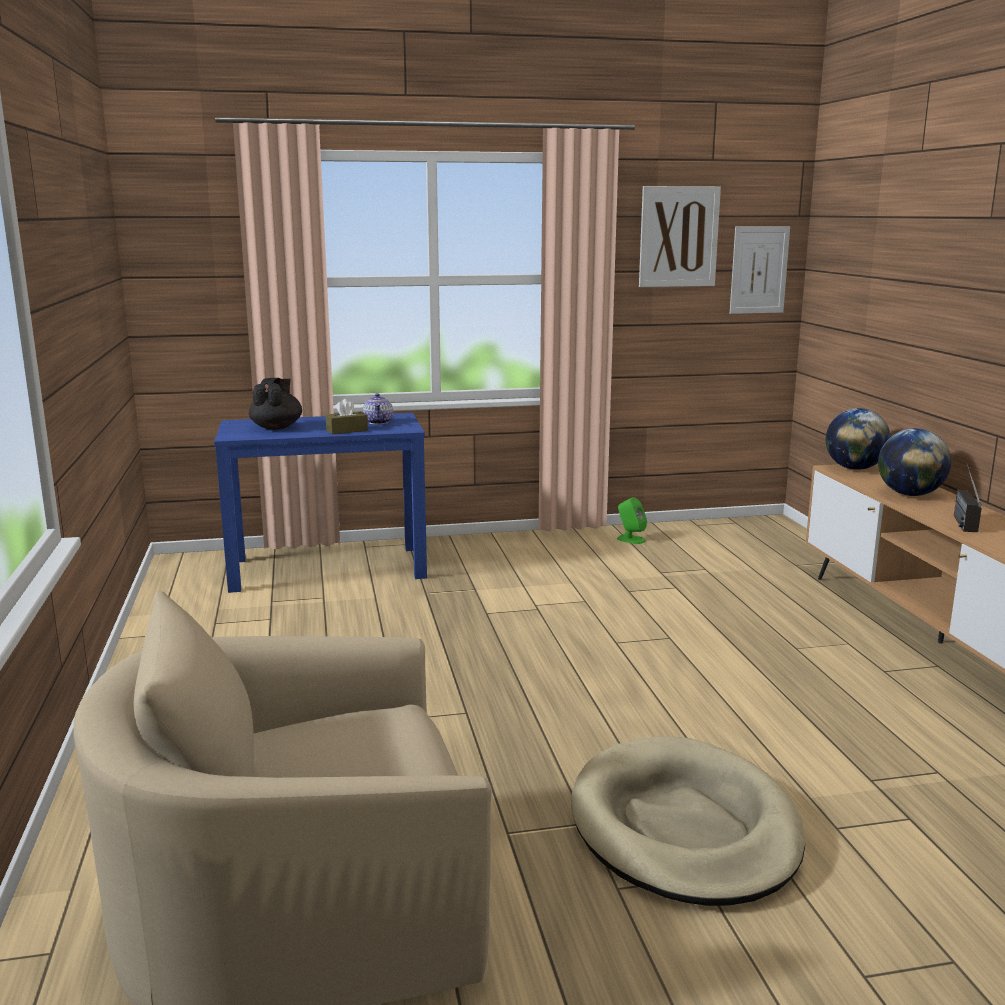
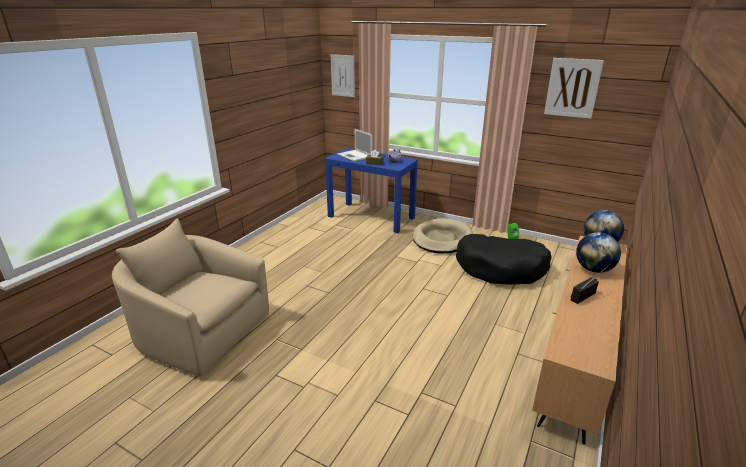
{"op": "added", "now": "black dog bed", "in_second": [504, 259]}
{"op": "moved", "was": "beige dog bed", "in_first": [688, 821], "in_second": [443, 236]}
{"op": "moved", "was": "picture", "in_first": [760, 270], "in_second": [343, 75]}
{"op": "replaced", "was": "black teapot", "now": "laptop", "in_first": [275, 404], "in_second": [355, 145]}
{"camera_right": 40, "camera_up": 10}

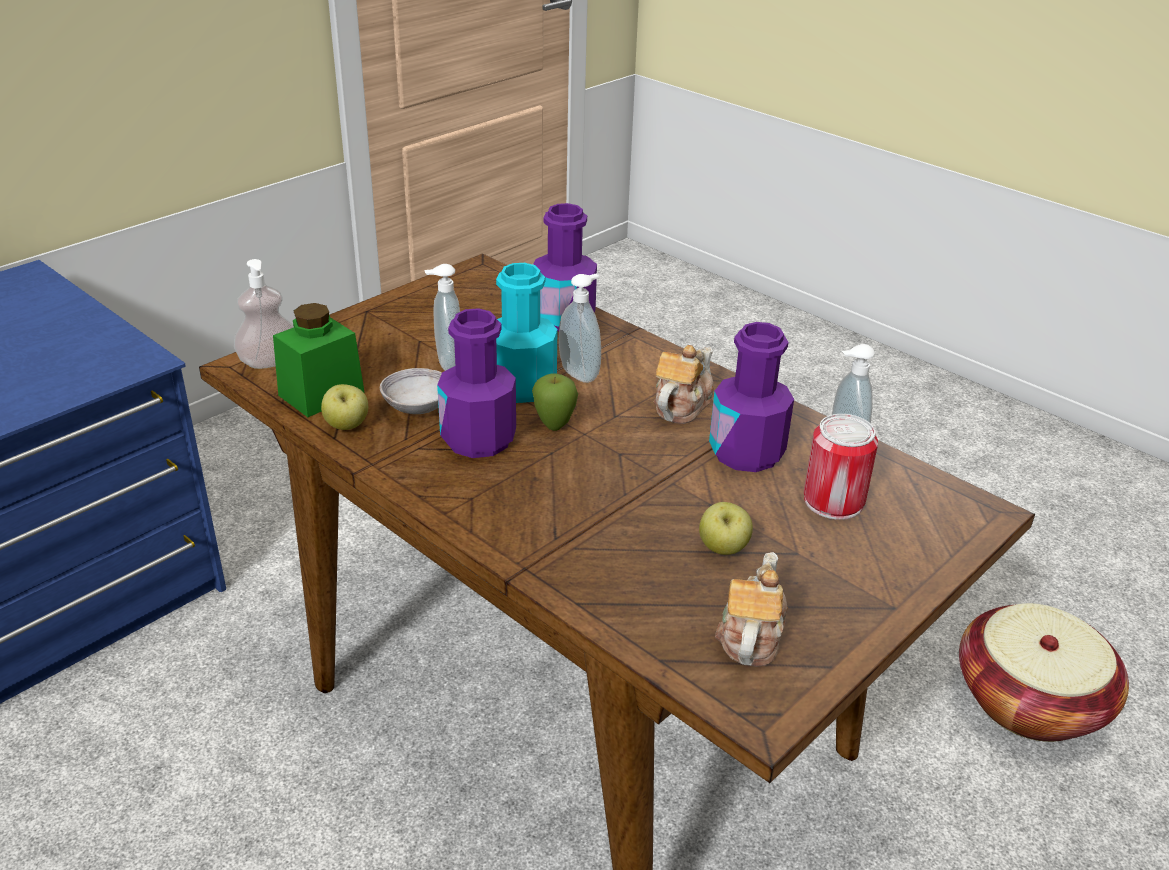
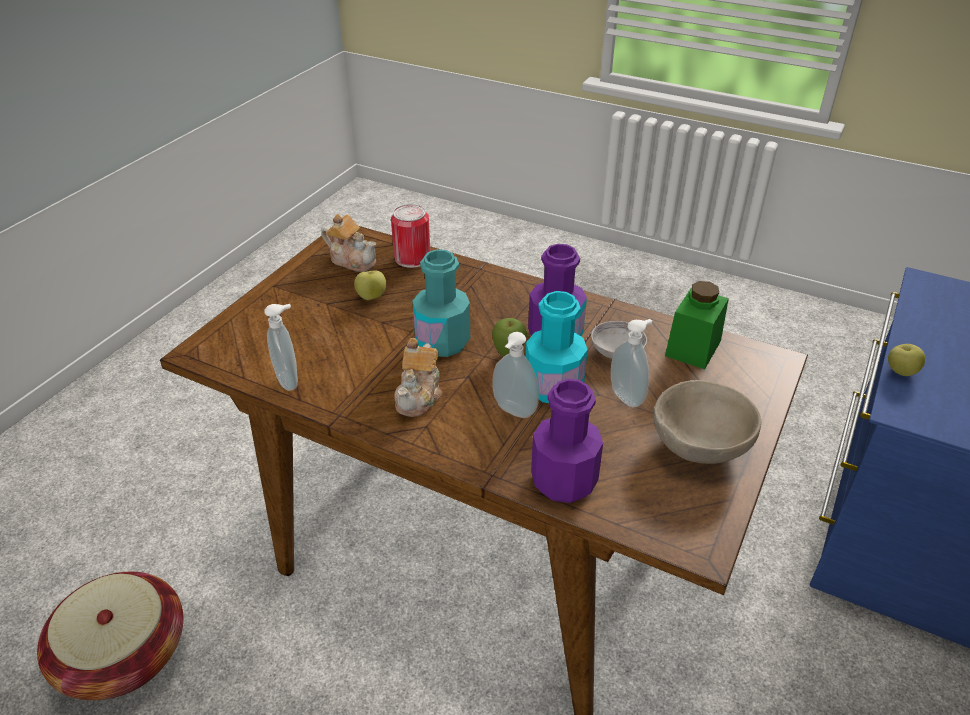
{"op": "removed", "was": "soap dispenser", "in_first": [264, 314]}
{"op": "removed", "was": "purple bottle", "in_first": [751, 397]}
{"op": "added", "now": "turquoise bottle", "in_second": [441, 303]}
{"op": "added", "now": "beige bowl", "in_second": [707, 422]}
{"op": "moved", "was": "apple", "in_first": [344, 407], "in_second": [906, 360]}
{"op": "moved", "was": "can", "in_first": [841, 467], "in_second": [410, 236]}
{"op": "turned", "was": "teapot", "in_first": [751, 609], "in_second": [348, 243], "clockwise": -60}
{"camera_right": 165, "camera_up": 5}

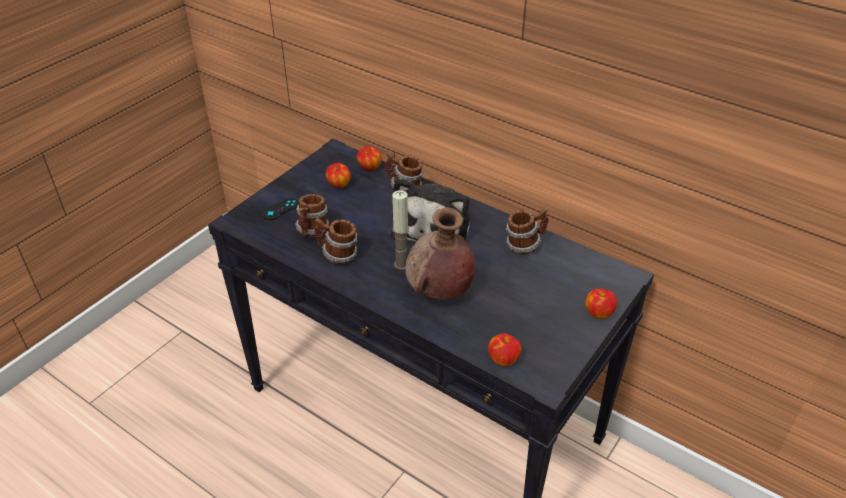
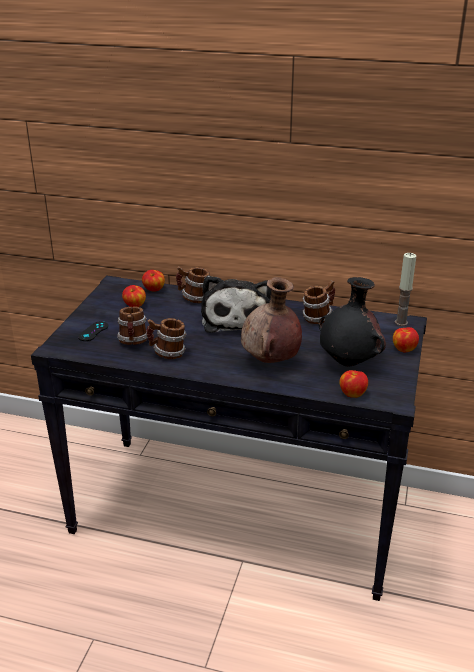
{"op": "added", "now": "black vase", "in_second": [352, 322]}
{"op": "moved", "was": "candle", "in_first": [400, 230], "in_second": [405, 289]}
{"camera_right": -20, "camera_up": -10}

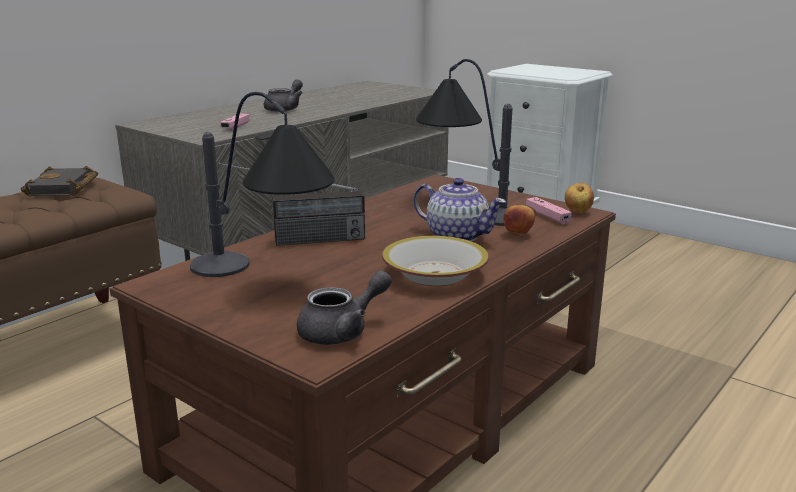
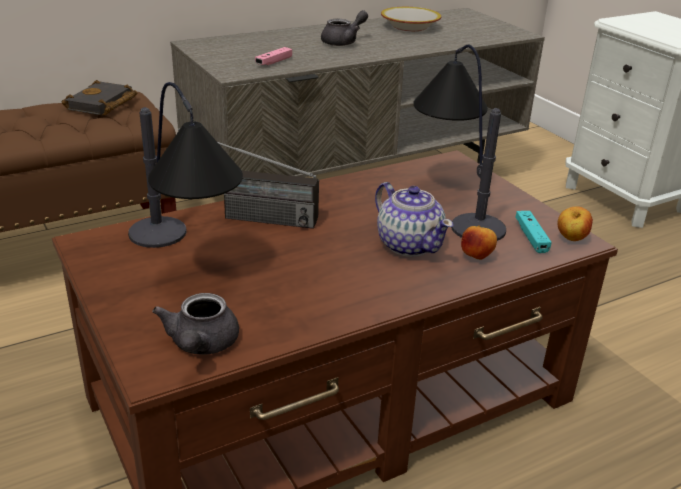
{"op": "moved", "was": "bowl", "in_first": [435, 261], "in_second": [411, 19]}
{"op": "recoloured", "was": "pink game controller", "now": "turquoise game controller", "in_first": [549, 210], "in_second": [534, 232]}
{"op": "turned", "was": "grey teapot", "in_first": [344, 307], "in_second": [195, 324], "clockwise": 105}
{"camera_right": 20, "camera_up": 10}

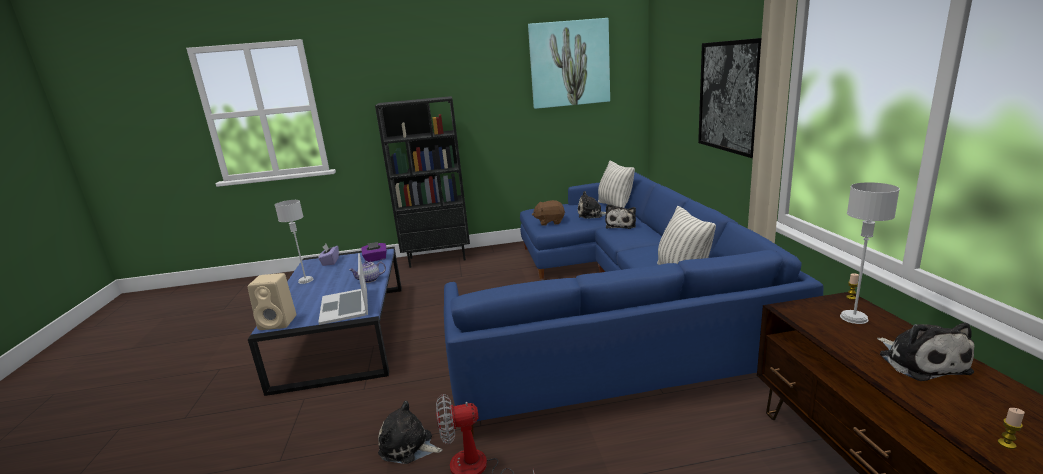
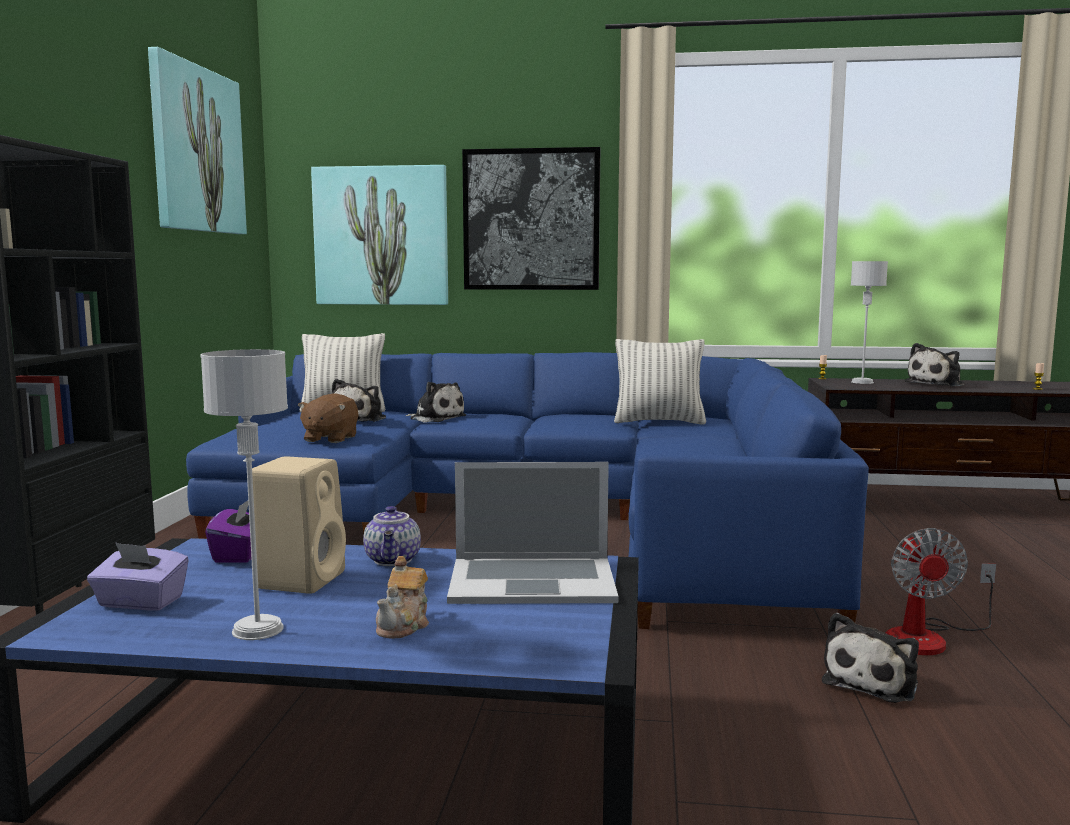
{"op": "added", "now": "picture", "in_second": [379, 235]}
{"op": "added", "now": "teapot", "in_second": [402, 597]}
{"op": "moved", "was": "beige speaker", "in_first": [272, 301], "in_second": [299, 525]}
{"op": "turned", "was": "plush toy", "in_first": [925, 352], "in_second": [935, 365], "clockwise": 135}
{"camera_right": -75, "camera_up": -10}

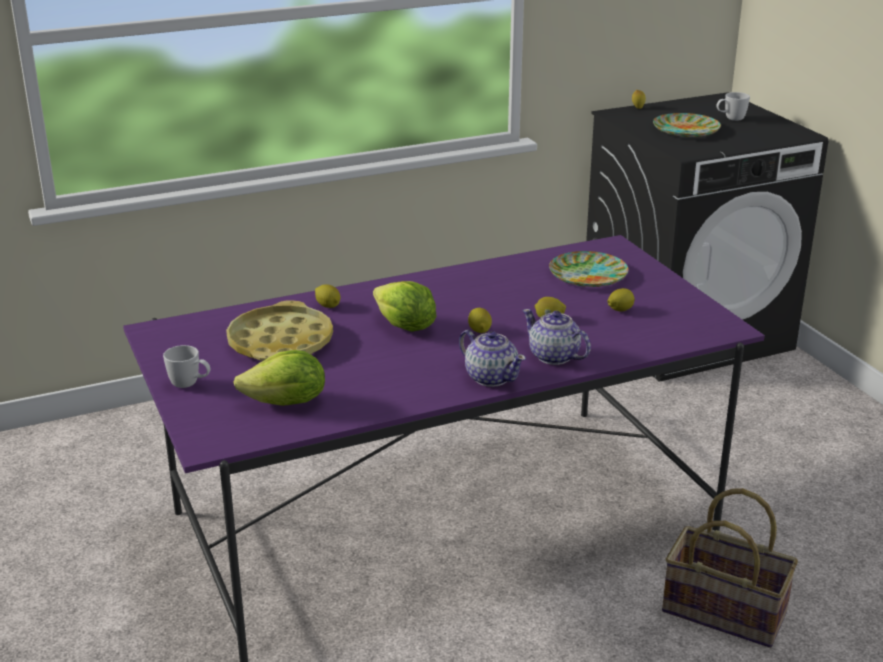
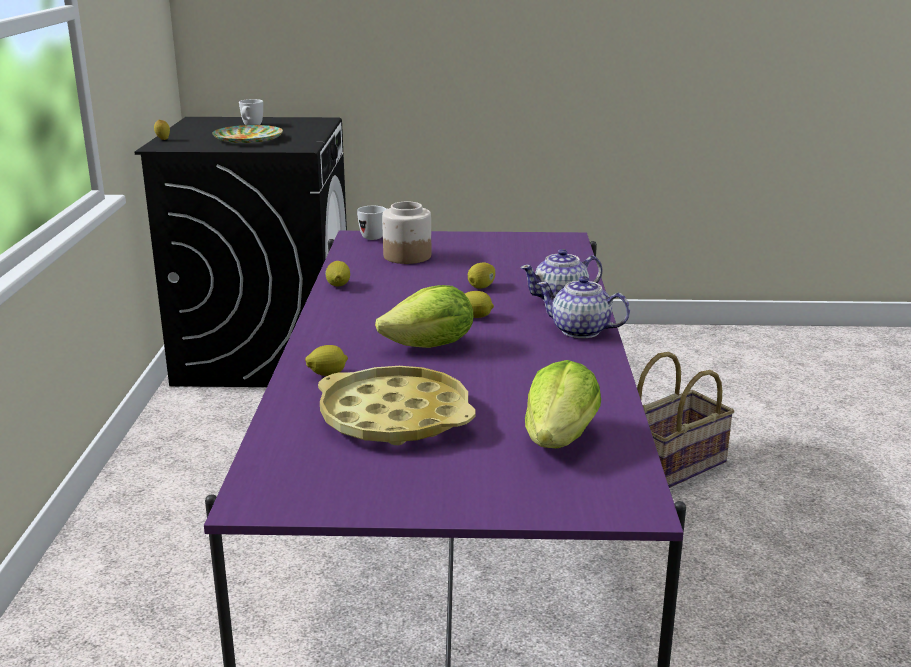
{"op": "moved", "was": "white mug", "in_first": [186, 366], "in_second": [372, 223]}
{"op": "moved", "was": "lemon", "in_first": [620, 299], "in_second": [337, 273]}
{"op": "replaced", "was": "plate", "now": "jar", "in_first": [589, 269], "in_second": [406, 233]}
{"op": "turned", "was": "teapot", "in_first": [492, 358], "in_second": [583, 307], "clockwise": -135}
{"camera_right": -65, "camera_up": -5}

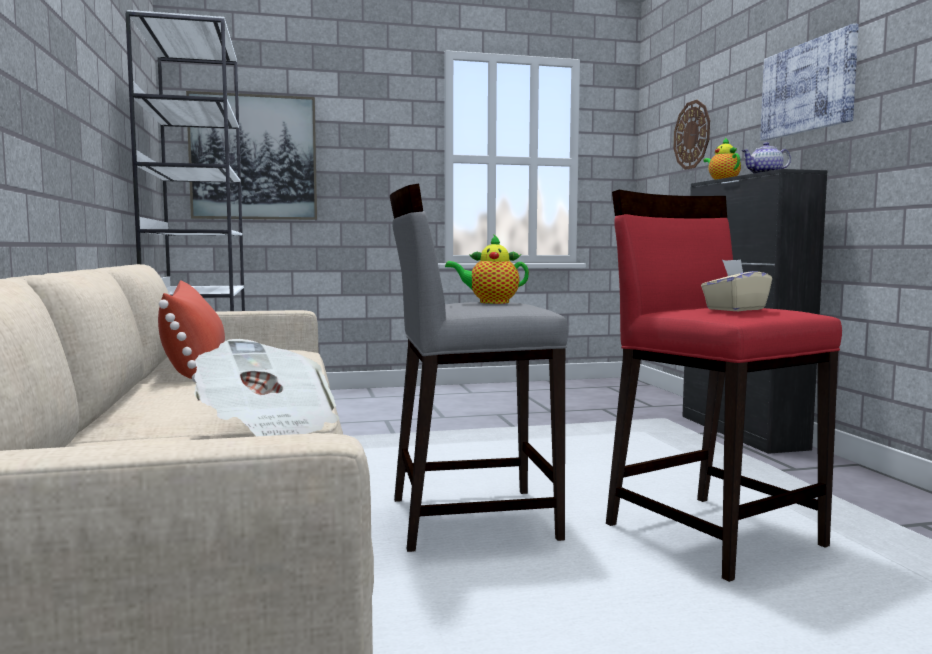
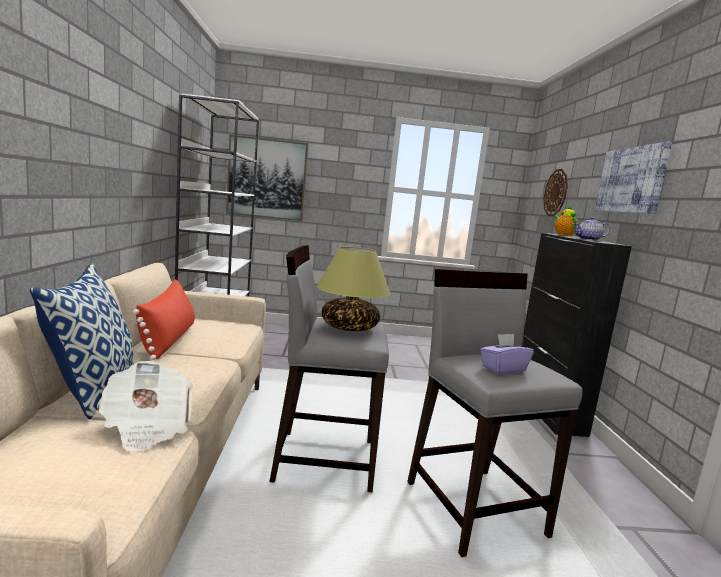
{"op": "added", "now": "pillow", "in_second": [82, 341]}
{"op": "replaced", "was": "teapot", "now": "table lamp", "in_first": [487, 269], "in_second": [353, 289]}
{"op": "recoloured", "was": "red stool", "now": "grey stool", "in_first": [724, 386], "in_second": [494, 413]}
{"op": "recoloured", "was": "beige tissue box", "now": "purple tissue box", "in_first": [736, 285], "in_second": [507, 354]}
{"camera_right": 10, "camera_up": 5}

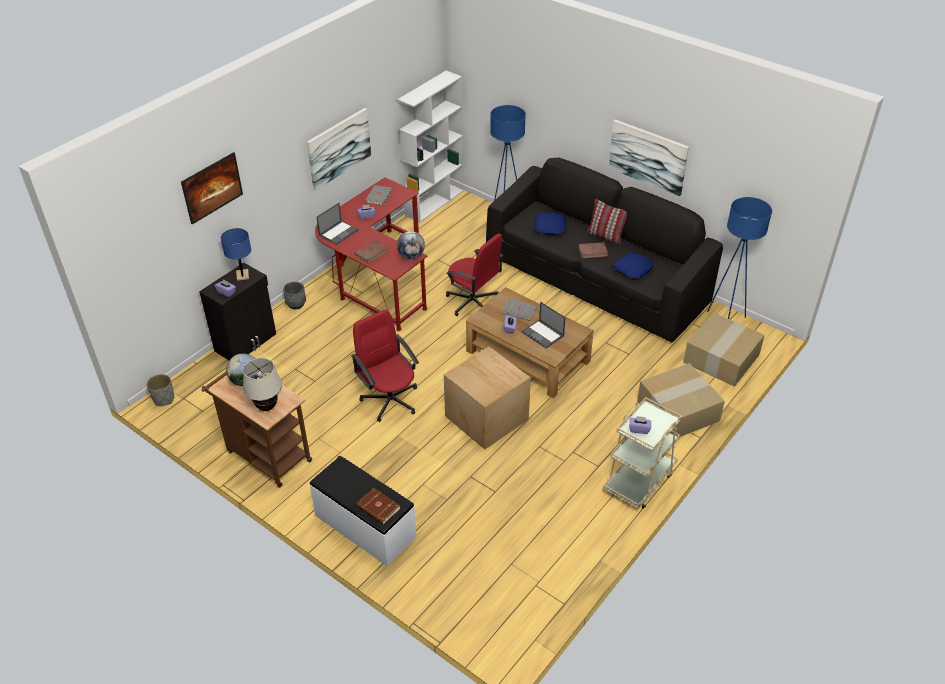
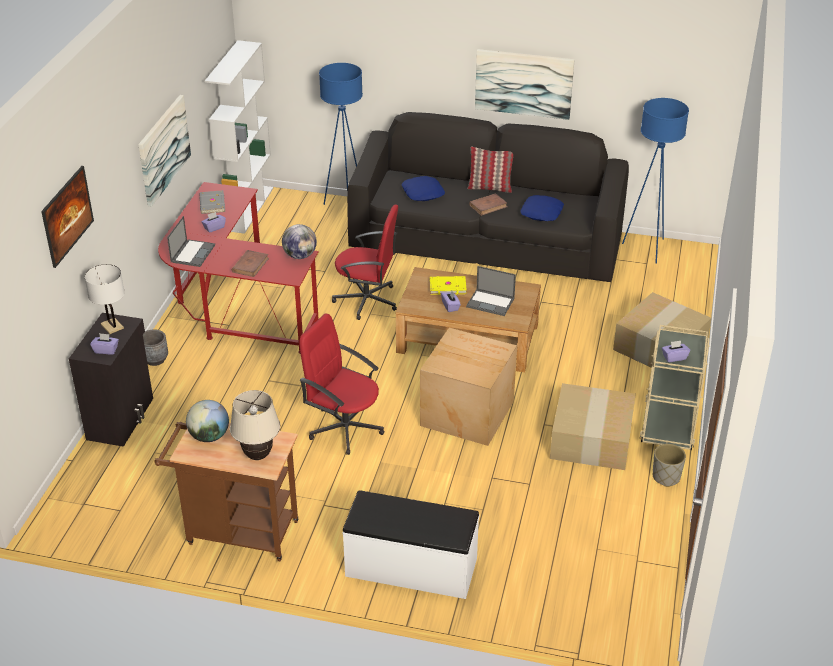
{"op": "removed", "was": "brown book", "in_first": [378, 506]}
{"op": "moved", "was": "grey planter", "in_first": [160, 390], "in_second": [669, 465]}
{"op": "moved", "was": "cardboard box", "in_first": [724, 350], "in_second": [593, 426]}
{"op": "recoloured", "was": "blue table lamp", "now": "white table lamp", "in_first": [236, 254], "in_second": [104, 299]}
{"op": "recoloured", "was": "grey book", "now": "yellow book", "in_first": [519, 310], "in_second": [448, 285]}
{"camera_right": -25, "camera_up": -5}

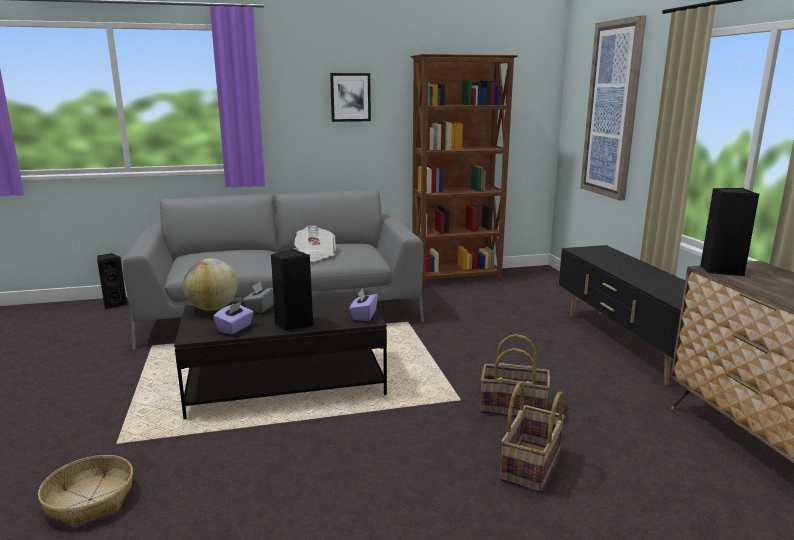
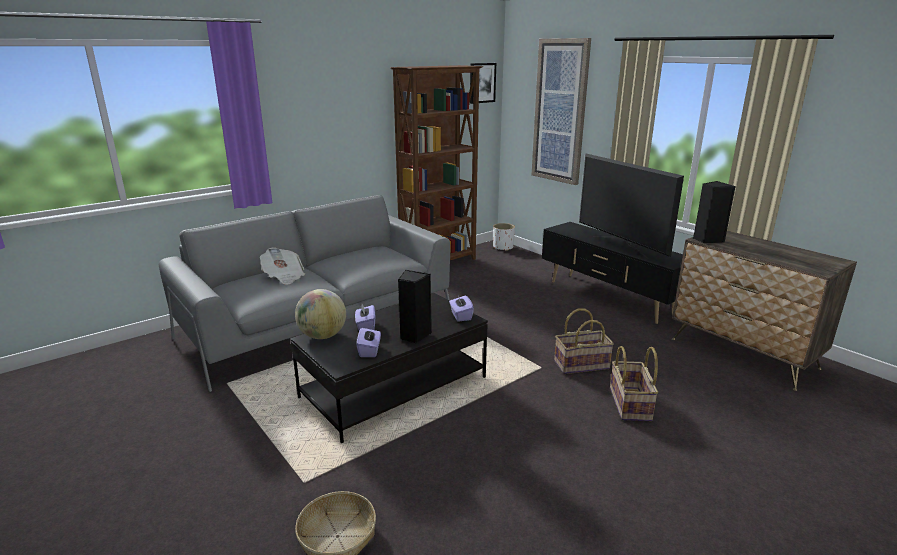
{"op": "removed", "was": "black speaker", "in_first": [112, 281]}
{"op": "added", "now": "white planter", "in_second": [504, 237]}
{"op": "added", "now": "television", "in_second": [631, 206]}
{"op": "moved", "was": "newspaper", "in_first": [315, 243], "in_second": [282, 266]}
{"op": "moved", "was": "picture", "in_first": [350, 97], "in_second": [483, 83]}
{"op": "recoloured", "was": "grey tissue box", "now": "purple tissue box", "in_first": [258, 297], "in_second": [365, 317]}
{"camera_right": -25, "camera_up": 5}

